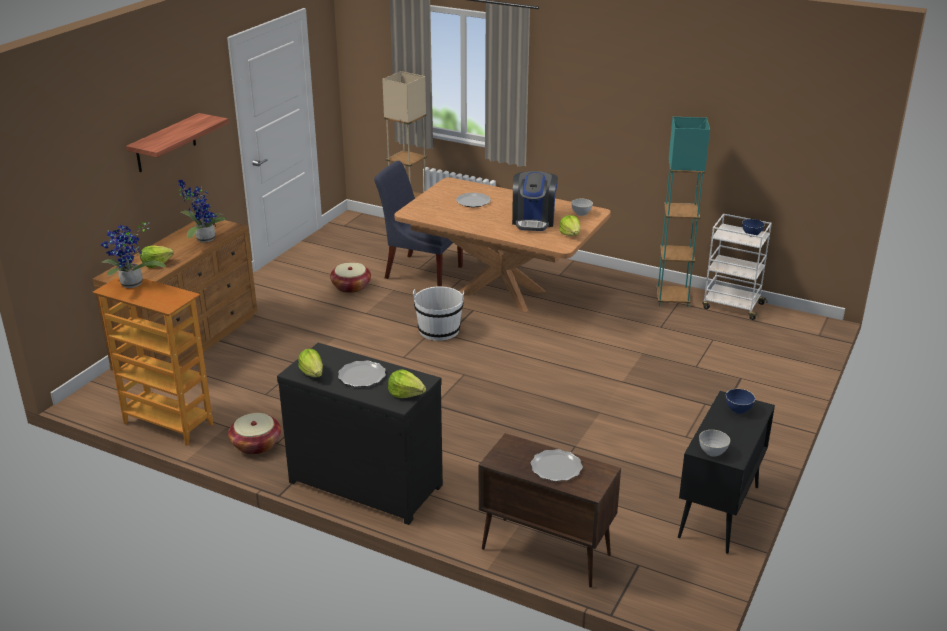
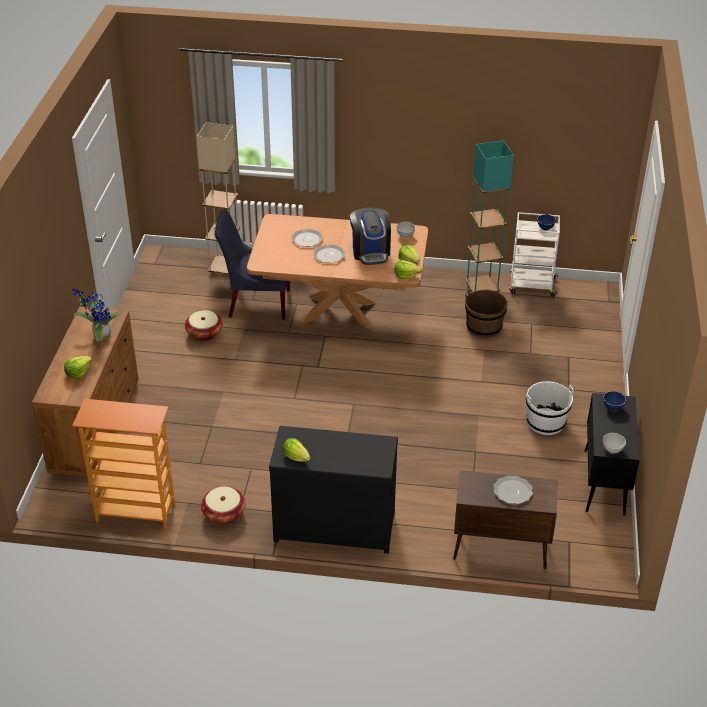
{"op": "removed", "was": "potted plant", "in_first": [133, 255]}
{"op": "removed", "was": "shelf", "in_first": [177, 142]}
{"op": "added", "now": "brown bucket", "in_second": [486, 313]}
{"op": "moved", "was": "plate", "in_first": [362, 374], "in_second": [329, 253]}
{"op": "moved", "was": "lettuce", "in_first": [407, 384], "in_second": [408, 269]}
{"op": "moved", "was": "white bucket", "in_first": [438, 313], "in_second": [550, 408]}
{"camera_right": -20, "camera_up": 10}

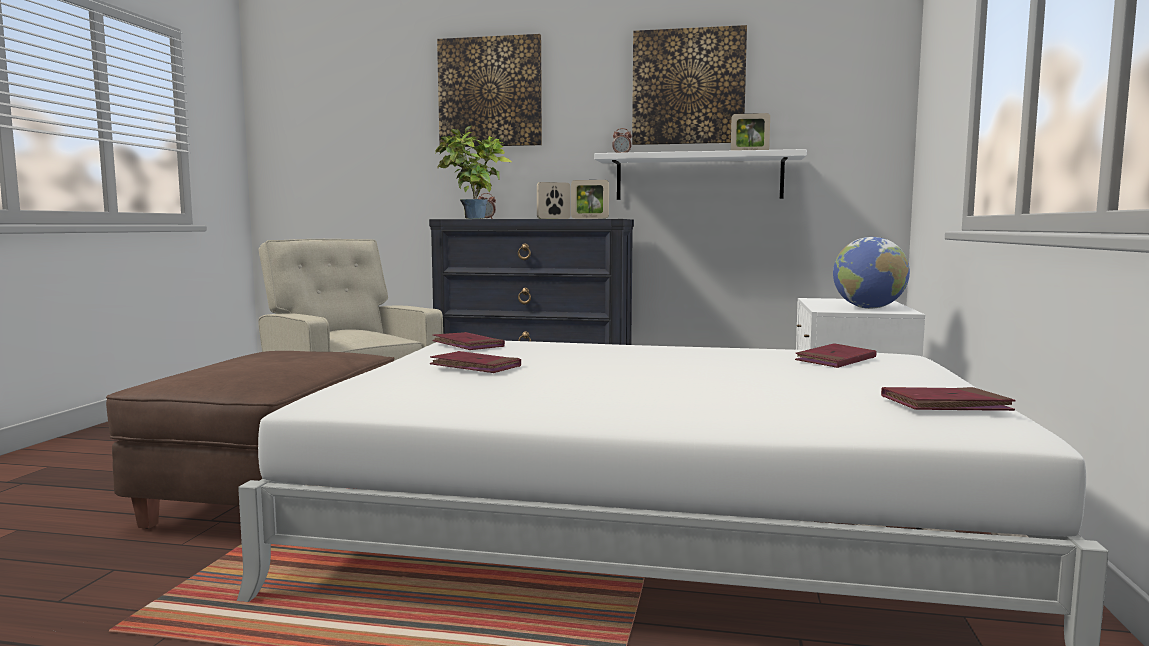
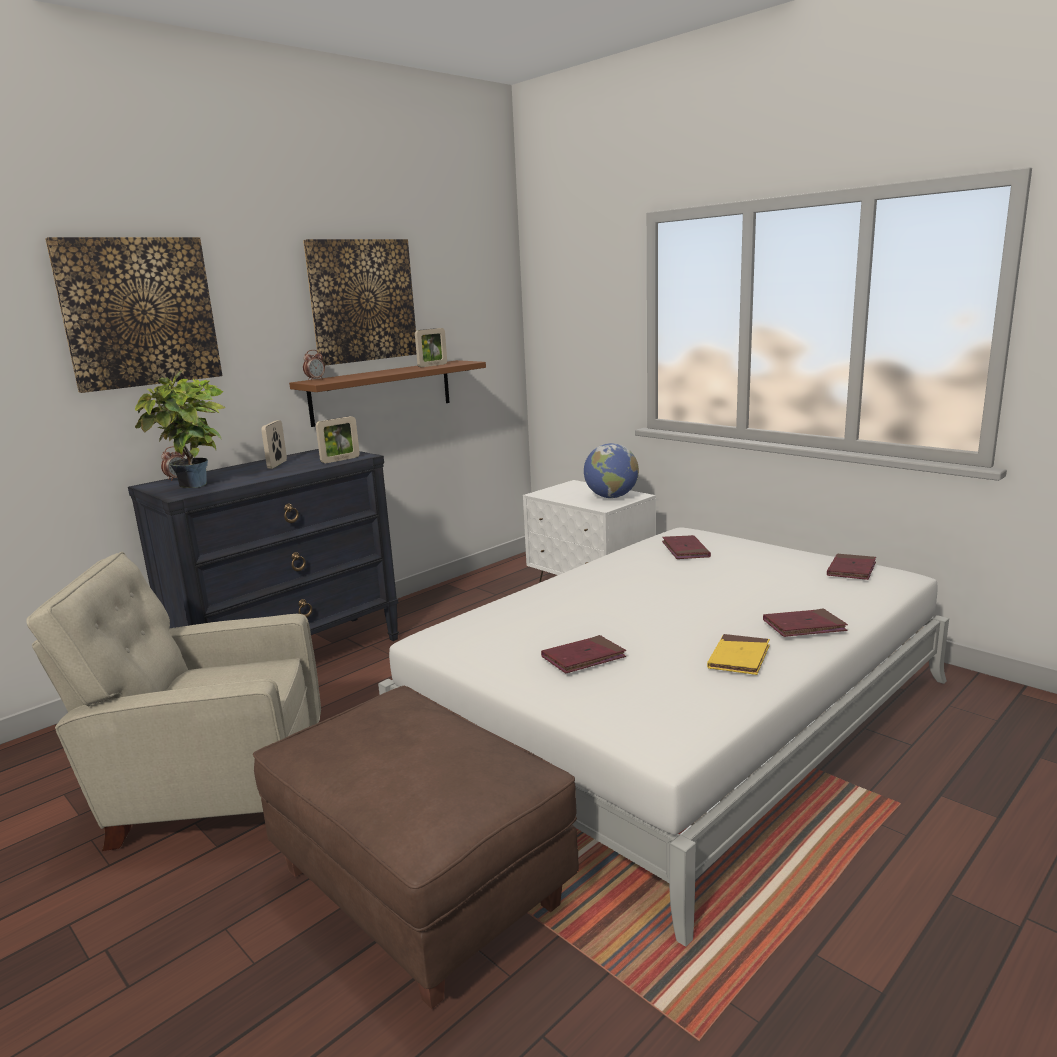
{"op": "added", "now": "yellow book", "in_second": [738, 654]}
{"op": "moved", "was": "red book", "in_first": [468, 341], "in_second": [805, 622]}
{"op": "recoloured", "was": "white shelf", "now": "brown shelf", "in_first": [700, 174], "in_second": [387, 393]}
{"camera_right": -55, "camera_up": 10}

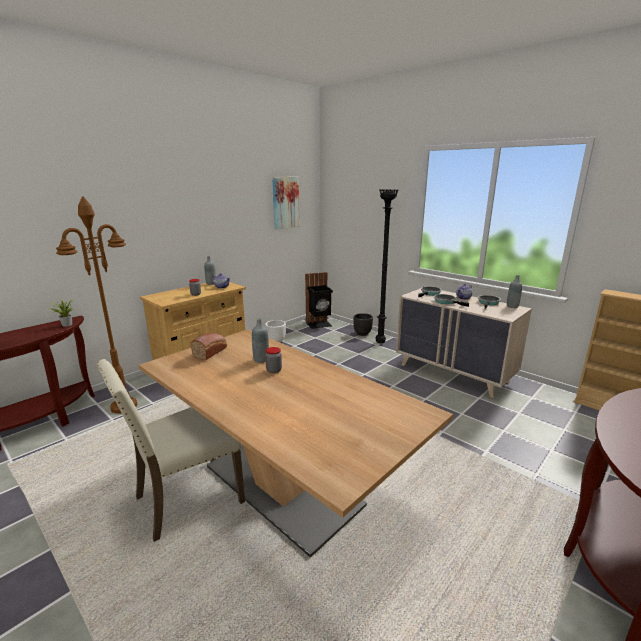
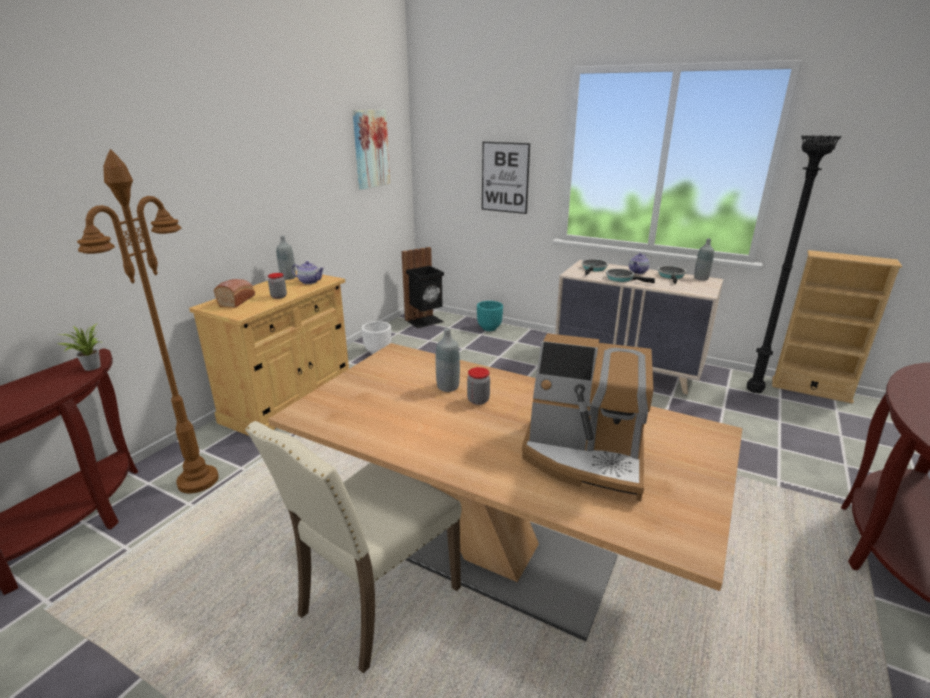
{"op": "added", "now": "picture", "in_second": [506, 178]}
{"op": "added", "now": "coffee machine", "in_second": [587, 417]}
{"op": "moved", "was": "bread", "in_first": [208, 346], "in_second": [234, 293]}
{"op": "moved", "was": "black floor lamp", "in_first": [387, 266], "in_second": [794, 264]}
{"op": "recoloured", "was": "black planter", "now": "turquoise planter", "in_first": [363, 324], "in_second": [490, 316]}
{"camera_right": -15, "camera_up": 5}

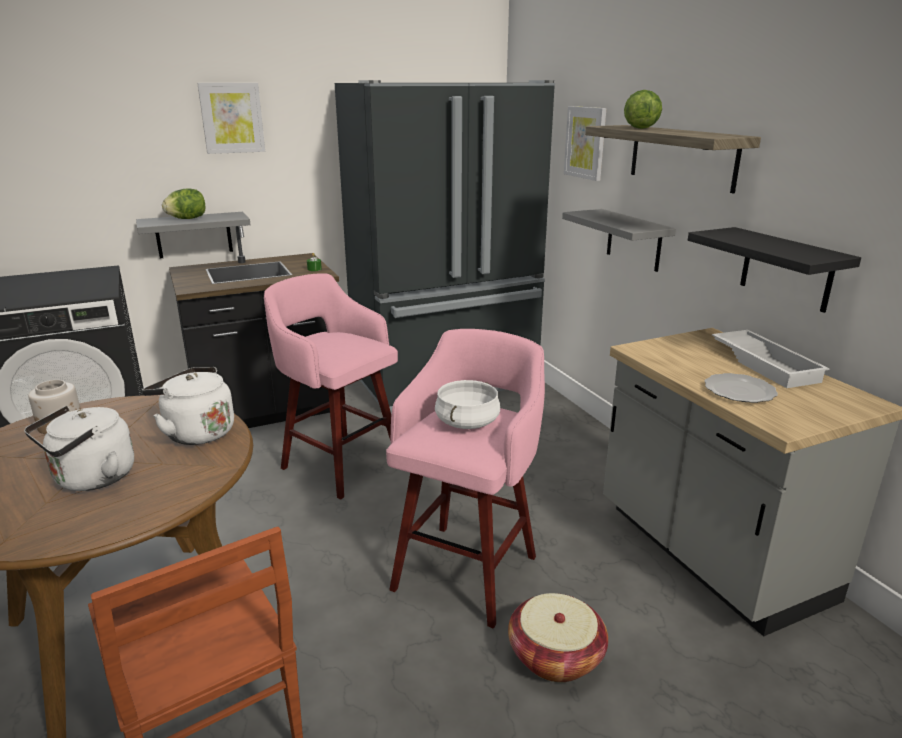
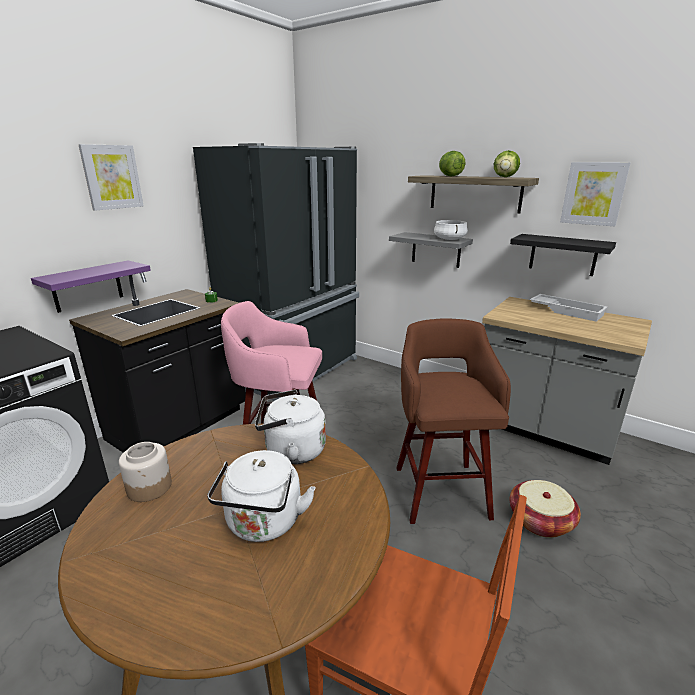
{"op": "removed", "was": "plate", "in_first": [741, 388]}
{"op": "moved", "was": "lettuce", "in_first": [183, 203], "in_second": [507, 163]}
{"op": "moved", "was": "white cooking pot", "in_first": [467, 404], "in_second": [451, 230]}
{"op": "moved", "was": "picture", "in_first": [585, 143], "in_second": [595, 194]}
{"op": "recoloured", "was": "grey shelf", "now": "purple shelf", "in_first": [193, 235], "in_second": [91, 287]}
{"op": "recoloured", "was": "pink stool", "now": "brown stool", "in_first": [465, 478], "in_second": [453, 421]}
{"camera_right": -30, "camera_up": 0}

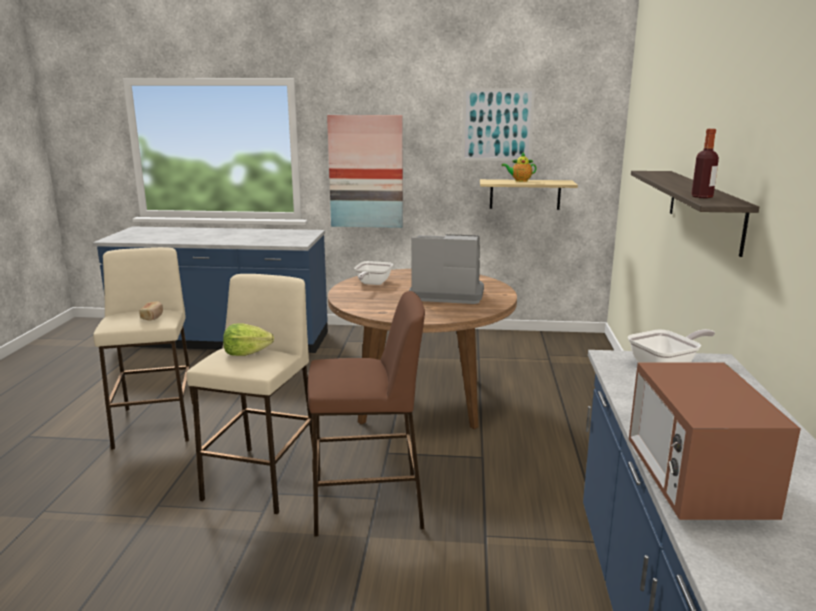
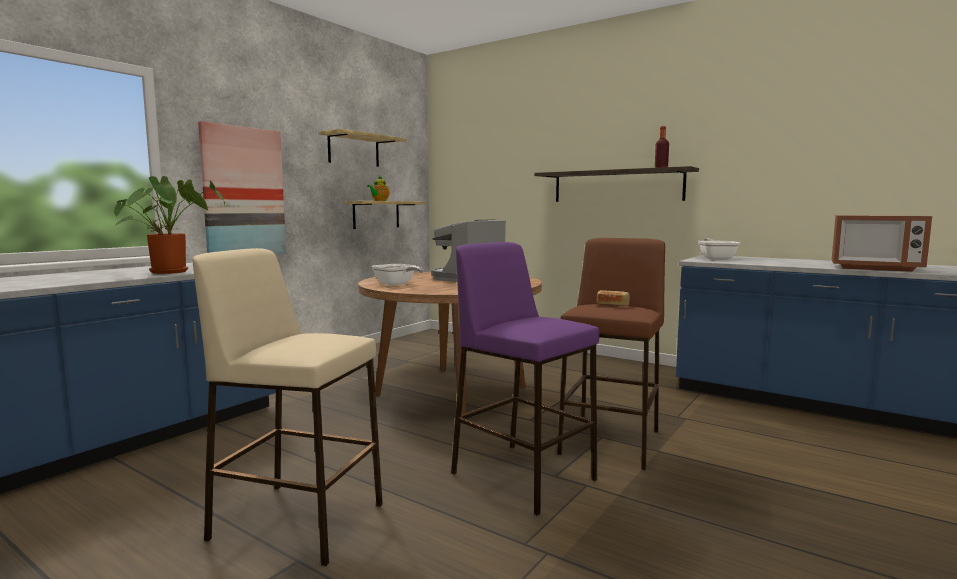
{"op": "removed", "was": "lettuce", "in_first": [248, 339]}
{"op": "added", "now": "potted plant", "in_second": [168, 225]}
{"op": "moved", "was": "bread", "in_first": [151, 311], "in_second": [613, 298]}
{"op": "replaced", "was": "picture", "now": "shelf", "in_first": [498, 124], "in_second": [363, 148]}
{"op": "recoloured", "was": "beige stool", "now": "purple stool", "in_first": [249, 394], "in_second": [525, 379]}
{"camera_right": -60, "camera_up": -10}

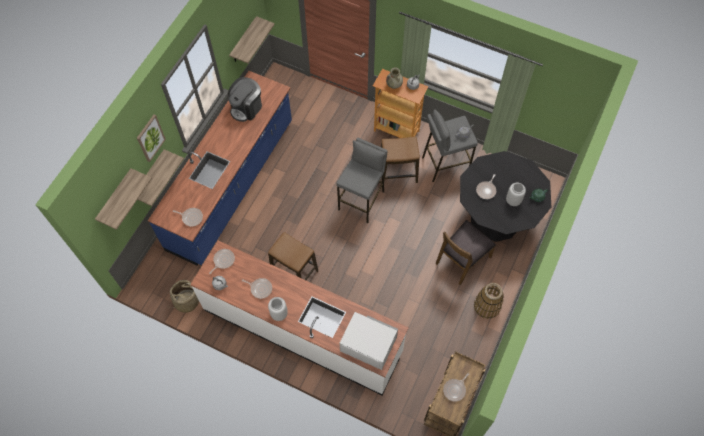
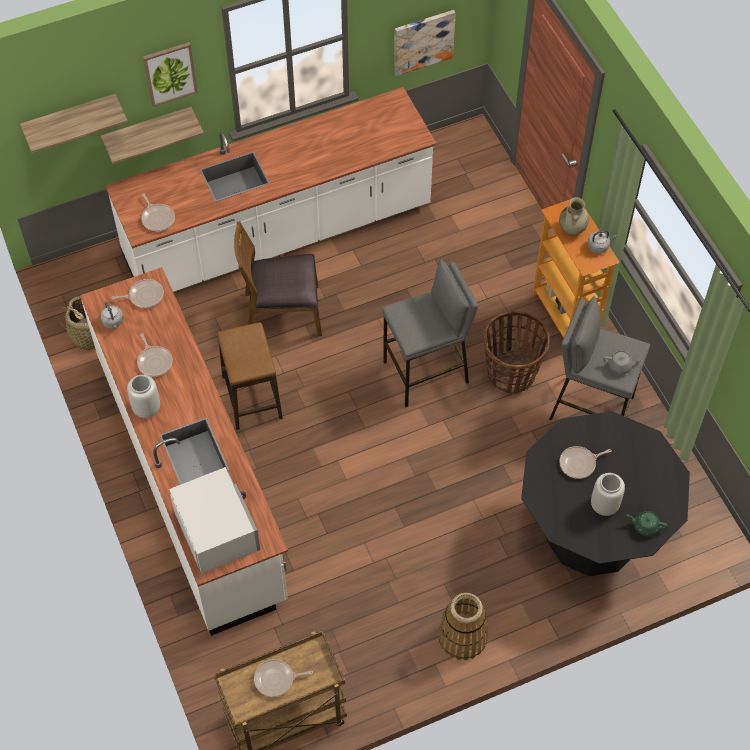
{"op": "removed", "was": "coffee machine", "in_first": [245, 99]}
{"op": "moved", "was": "brown chair", "in_first": [466, 252], "in_second": [278, 278]}
{"op": "replaced", "was": "shelf", "now": "picture", "in_first": [252, 40], "in_second": [425, 43]}
{"op": "replaced", "was": "stool", "now": "basket", "in_first": [400, 159], "in_second": [517, 352]}
{"op": "recoloured", "was": "blue counter", "now": "white counter", "in_first": [220, 168], "in_second": [271, 189]}
{"camera_right": 40, "camera_up": -5}

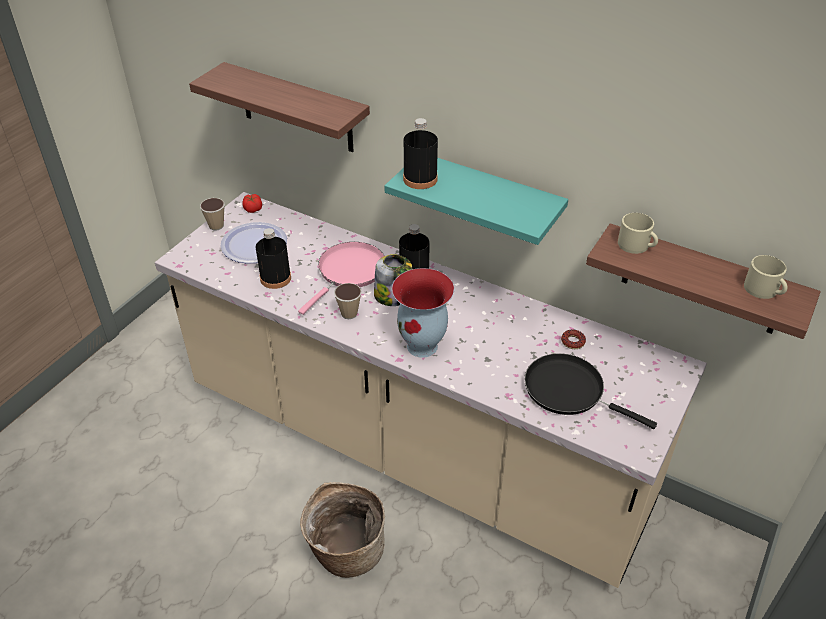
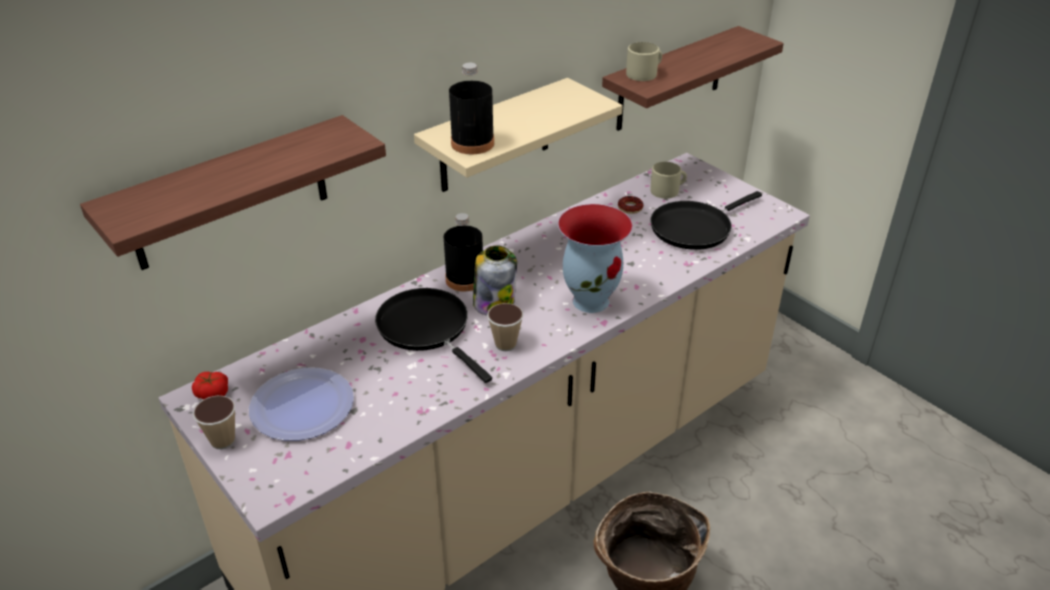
{"op": "removed", "was": "black bottle", "in_first": [273, 258]}
{"op": "moved", "was": "beige mug", "in_first": [765, 277], "in_second": [668, 180]}
{"op": "recoloured", "was": "pink frying pan", "now": "black frying pan", "in_first": [341, 278], "in_second": [433, 335]}
{"op": "recoloured", "was": "turquoise shelf", "now": "beige shelf", "in_first": [476, 201], "in_second": [518, 135]}
{"camera_right": -70, "camera_up": -5}

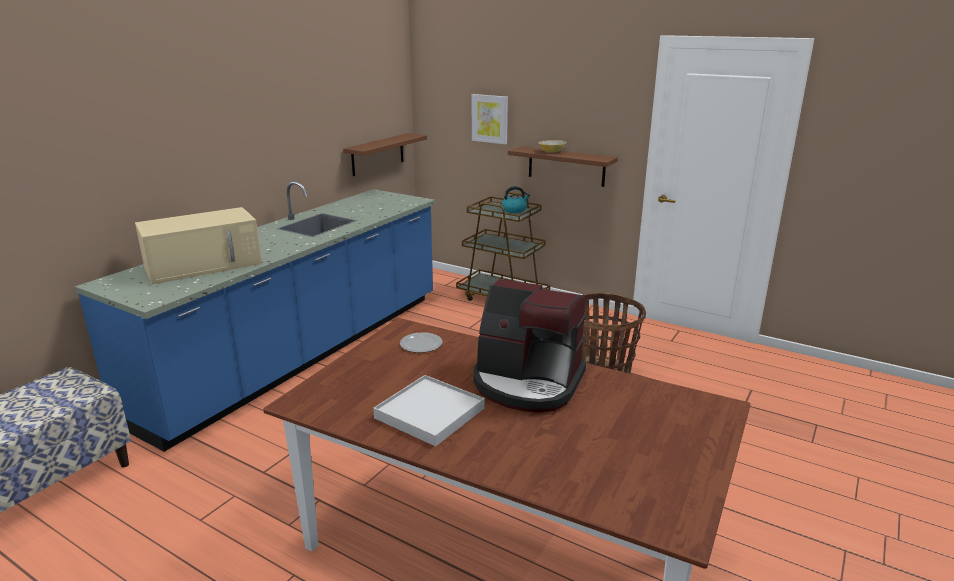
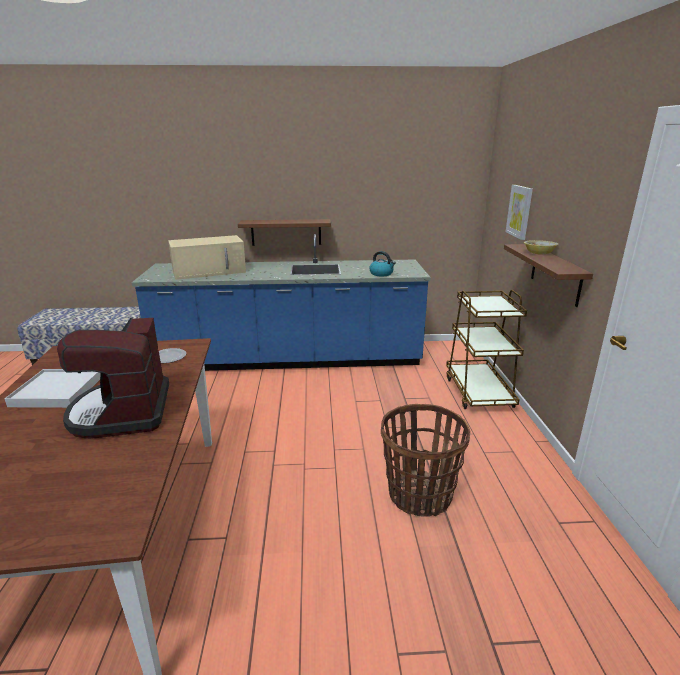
{"op": "moved", "was": "brown shelf", "in_first": [385, 154], "in_second": [284, 232]}
{"op": "moved", "was": "kettle", "in_first": [515, 199], "in_second": [382, 263]}
{"op": "turned", "was": "beige microwave", "in_first": [198, 246], "in_second": [207, 257], "clockwise": -45}
{"camera_right": 55, "camera_up": 0}

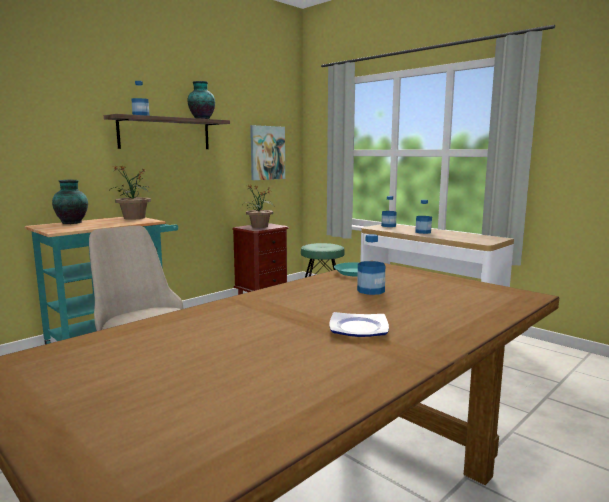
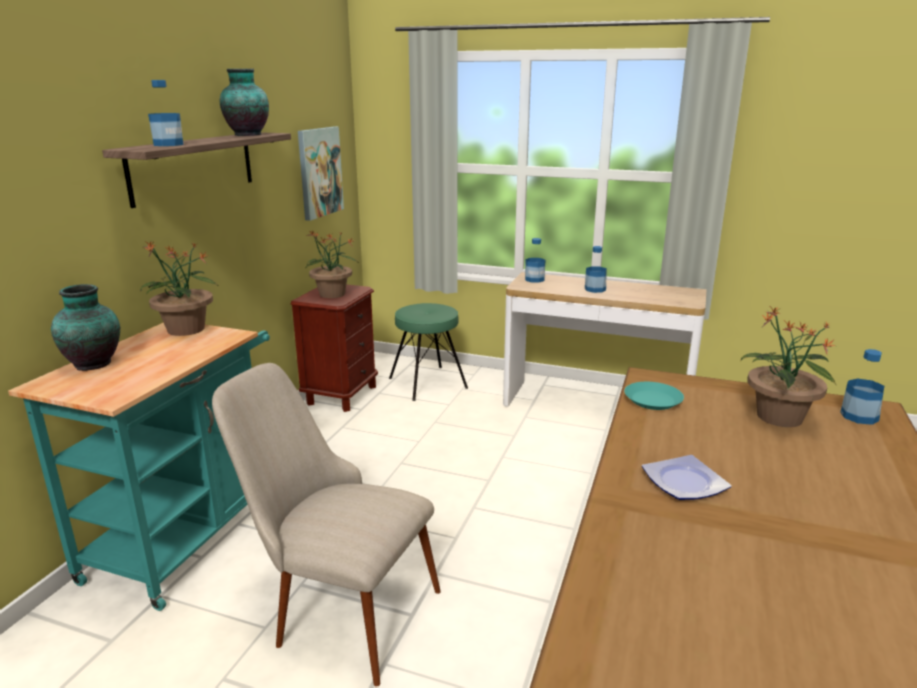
{"op": "added", "now": "potted plant", "in_second": [788, 367]}
{"op": "moved", "was": "plate", "in_first": [359, 324], "in_second": [687, 477]}
{"op": "moved", "was": "bottle", "in_first": [371, 264], "in_second": [862, 387]}
{"camera_right": -25, "camera_up": 10}

